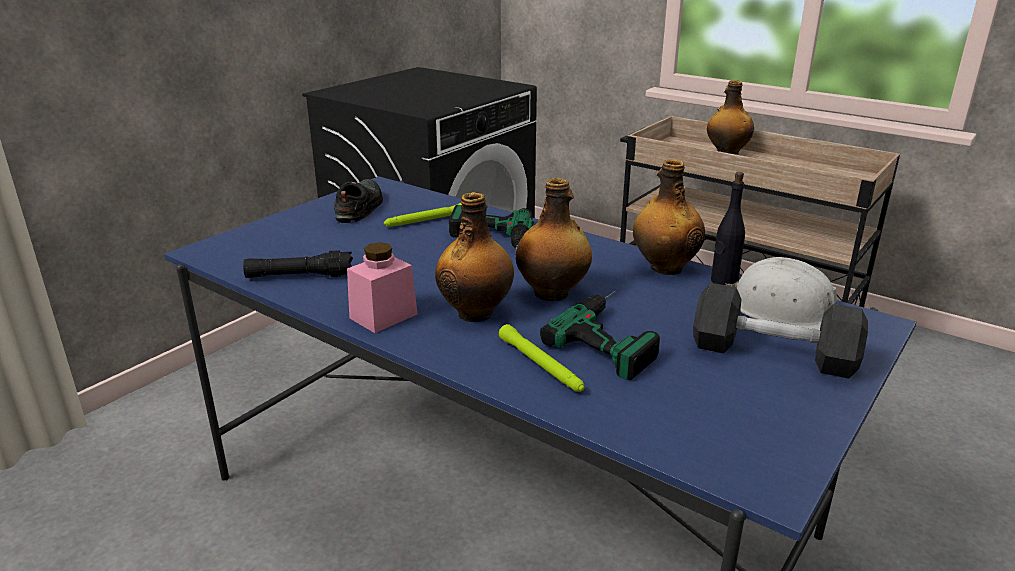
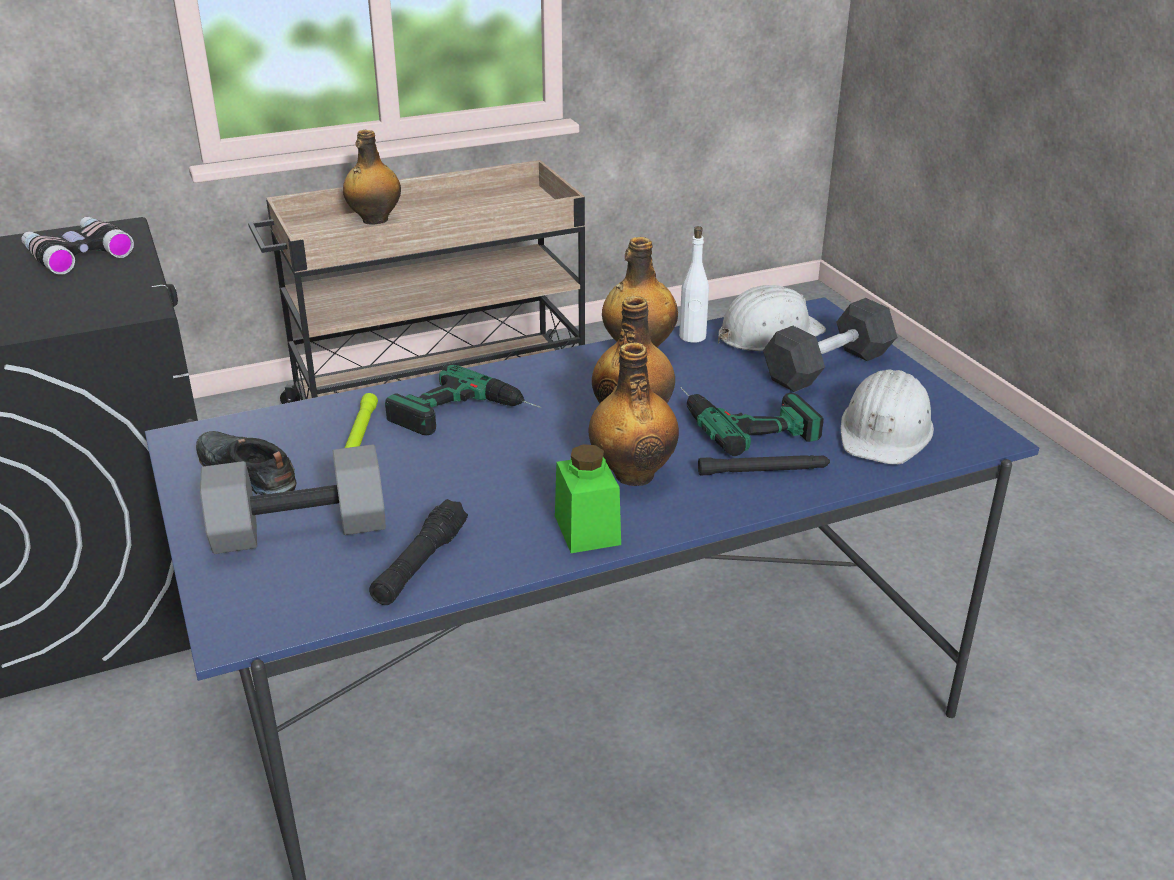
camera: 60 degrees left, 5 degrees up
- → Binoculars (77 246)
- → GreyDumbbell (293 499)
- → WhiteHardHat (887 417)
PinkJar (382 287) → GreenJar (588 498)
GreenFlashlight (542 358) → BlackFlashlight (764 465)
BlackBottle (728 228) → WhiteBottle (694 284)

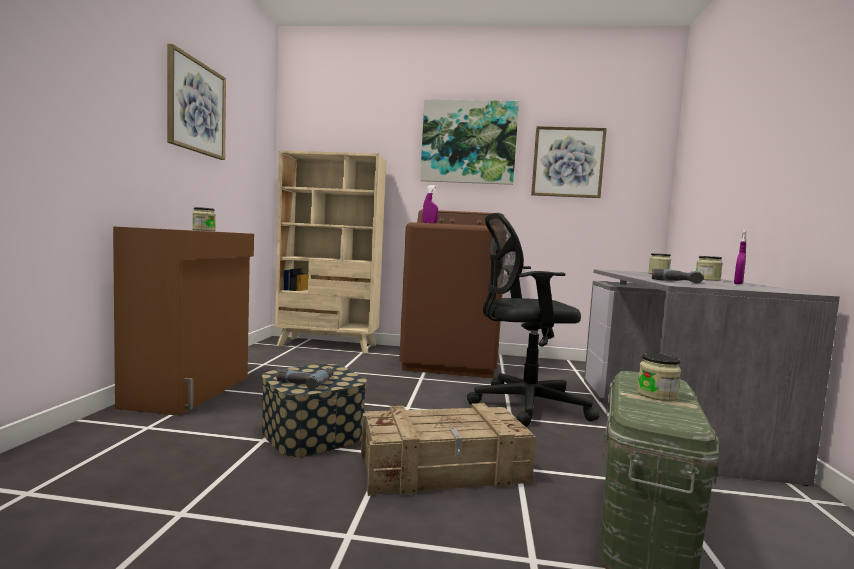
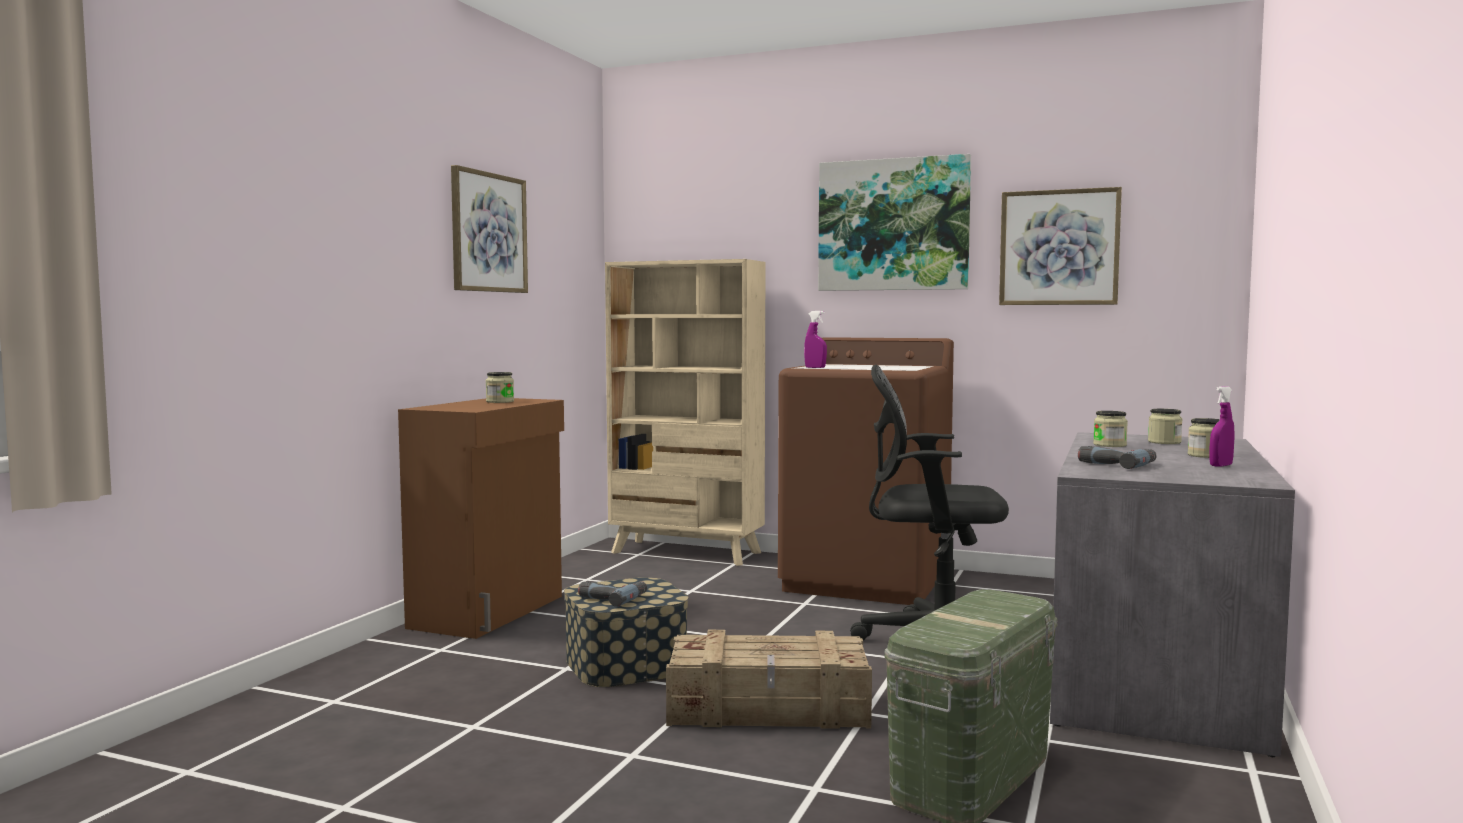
camera: 15 degrees right, 0 degrees up
Jar (659 377) → Jar (1110 429), shifted

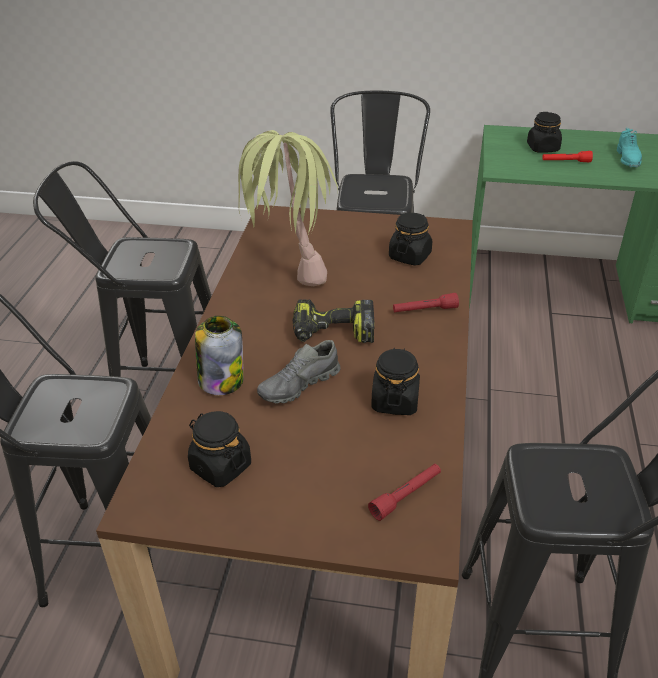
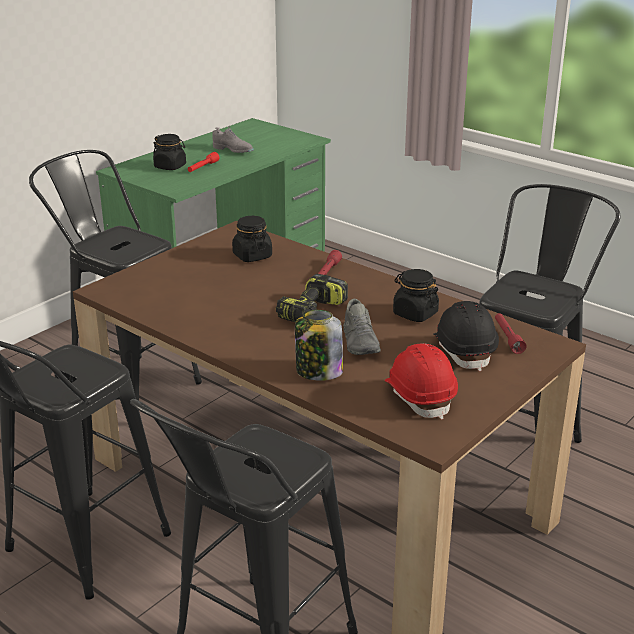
camera: 60 degrees left, 10 degrees down
PottedPlant (288 208) → -
- → BlackHardHat (466 336)
BlackJar (219 449) → RedHardHat (421 382)
TurquoiseShoe (629 148) → GreyShoe (233 139)

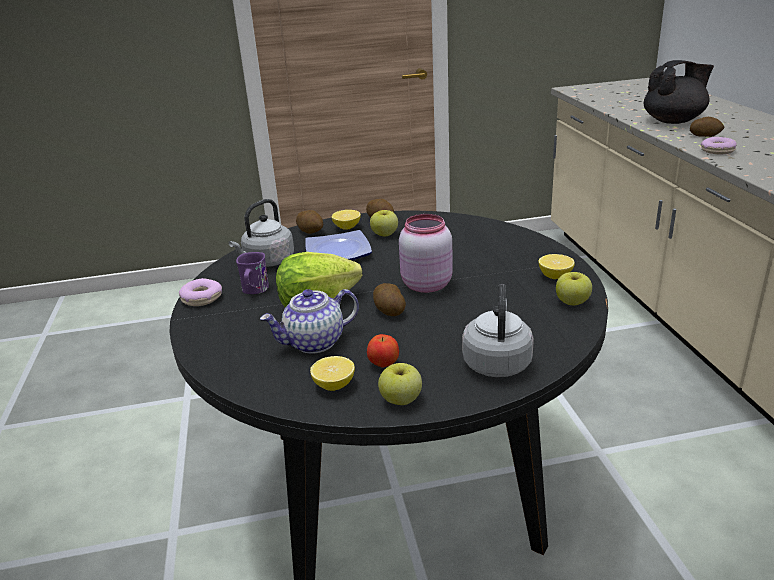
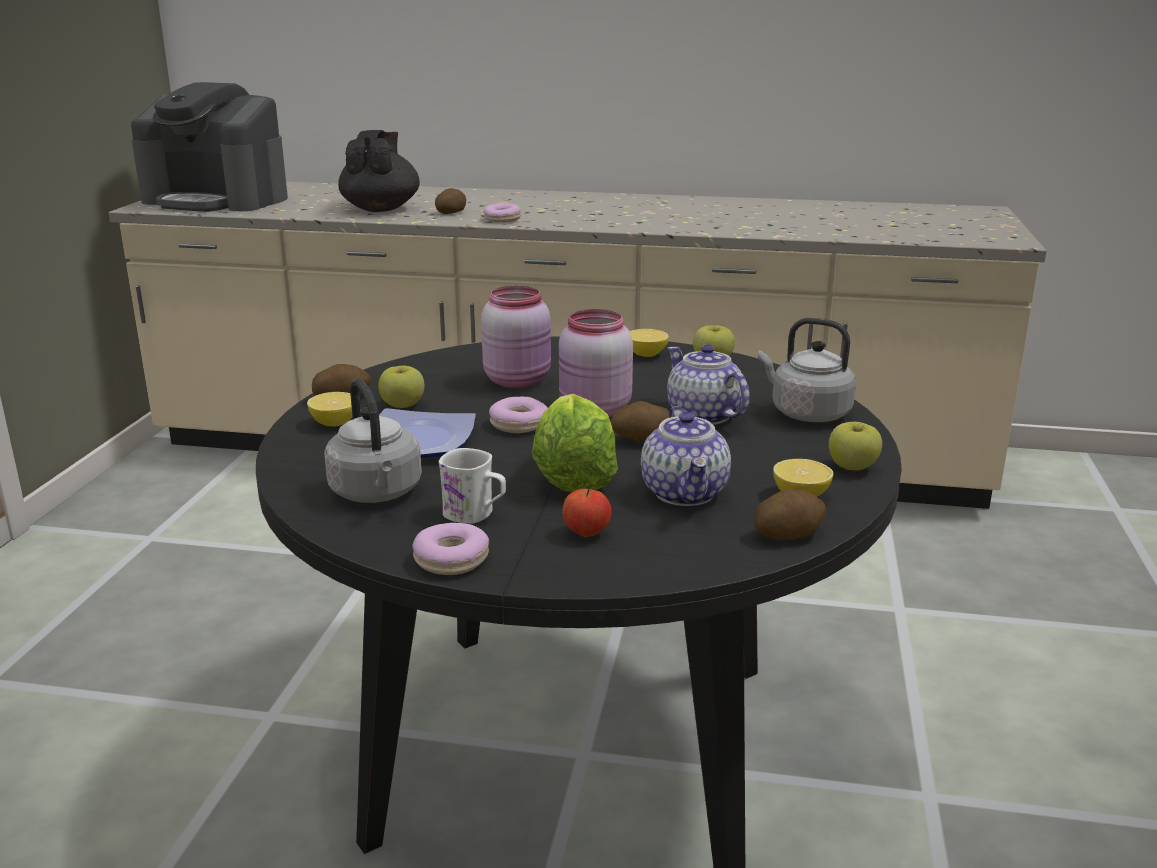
camera: 70 degrees left, 5 degrees down
- → CoffeeMachine (209 147)
- → PinkJar (516 337)
- → Donut (518 414)
- → Teapot (708 384)
Potato (309 222) → Potato (790 515), shifted
Apple (383 351) → Apple (587 512), shifted
PurpleMug (252 273) → WhiteMug (472 486)

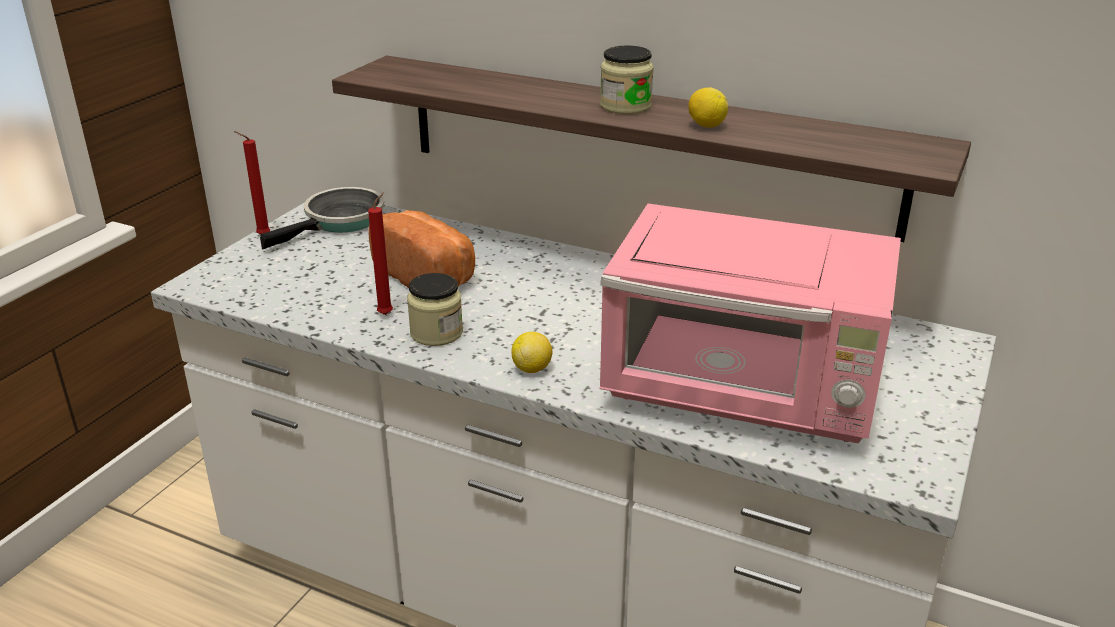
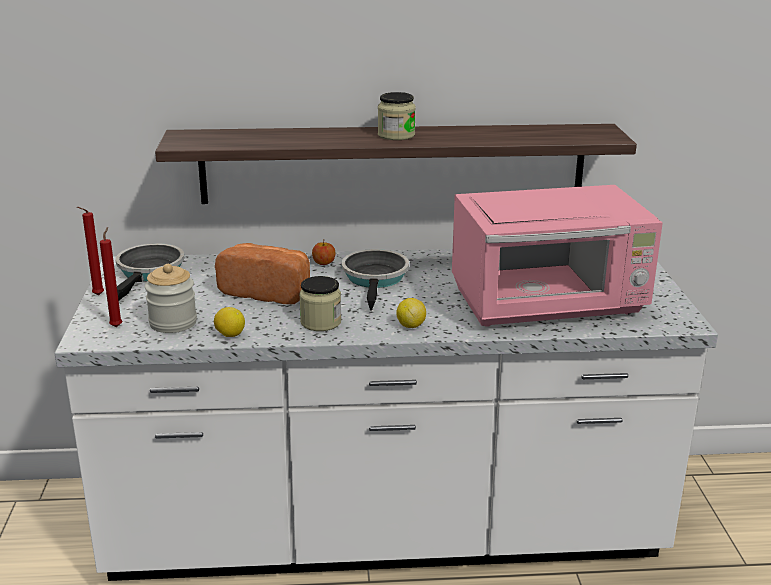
camera: 30 degrees left, 5 degrees down
- → Jar (171 298)
- → Apple (323 253)
- → FryingPan (375 280)
RedCandle (380 253) → RedCandle (111 277), shifted
Lemon (708 107) → Lemon (229 322), shifted

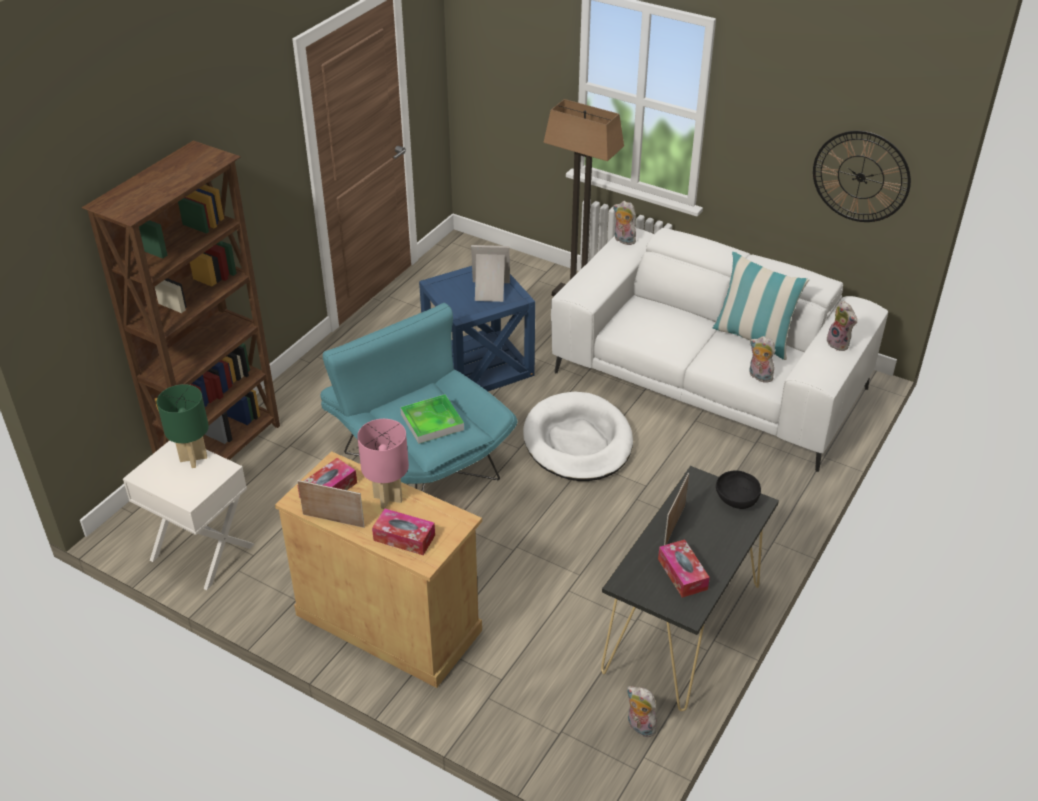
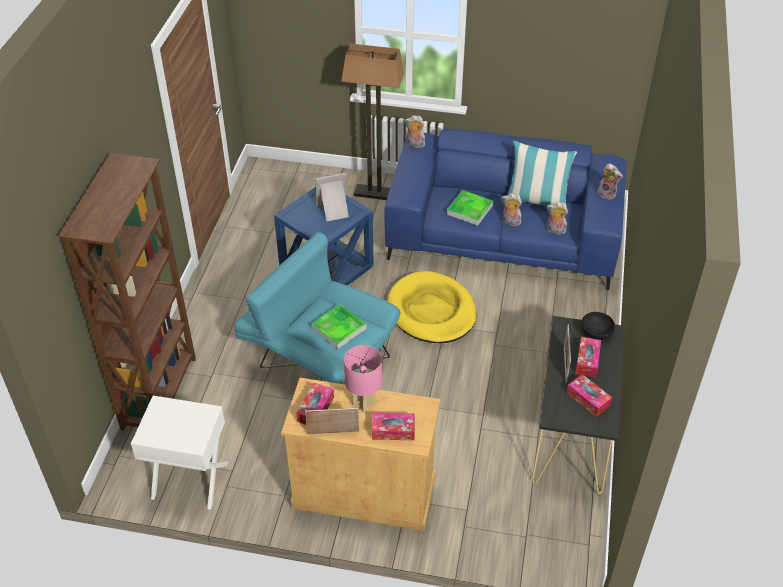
camera: 20 degrees left, 5 degrees up
GreenTableLamp (183 426) → -
WallClock (862 176) → -
- → Tray (470 208)
- → TissueBox (588 357)
PlushToy (642 711) → PlushToy (511 209), shifted
WhiteDogBed (578 436) → YellowDogBed (431 307)
WhiteSofa (719 350) → BlueSofa (505 209)

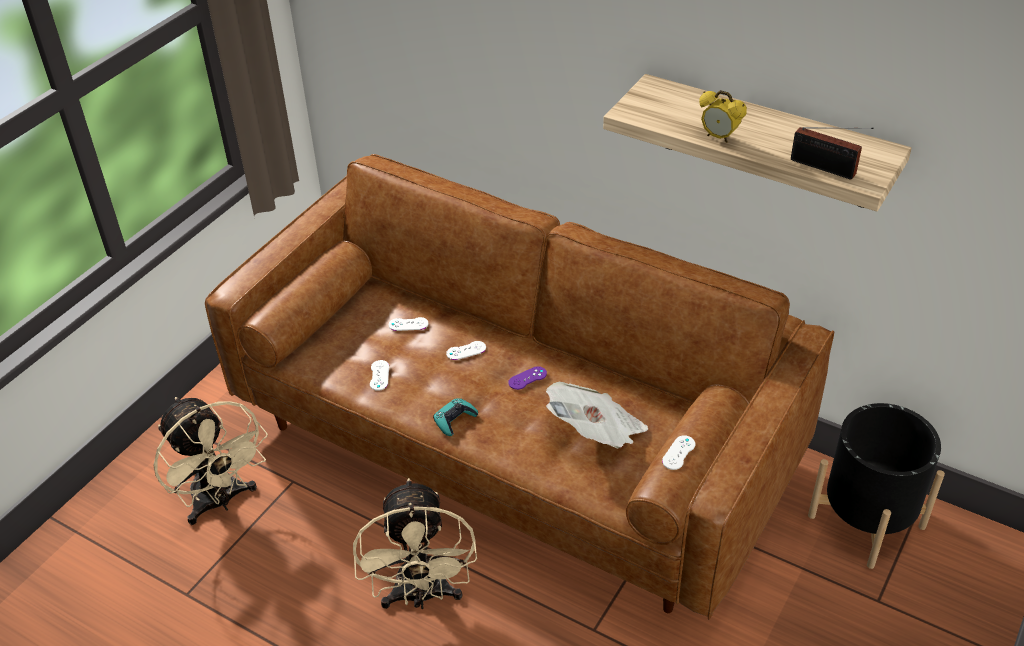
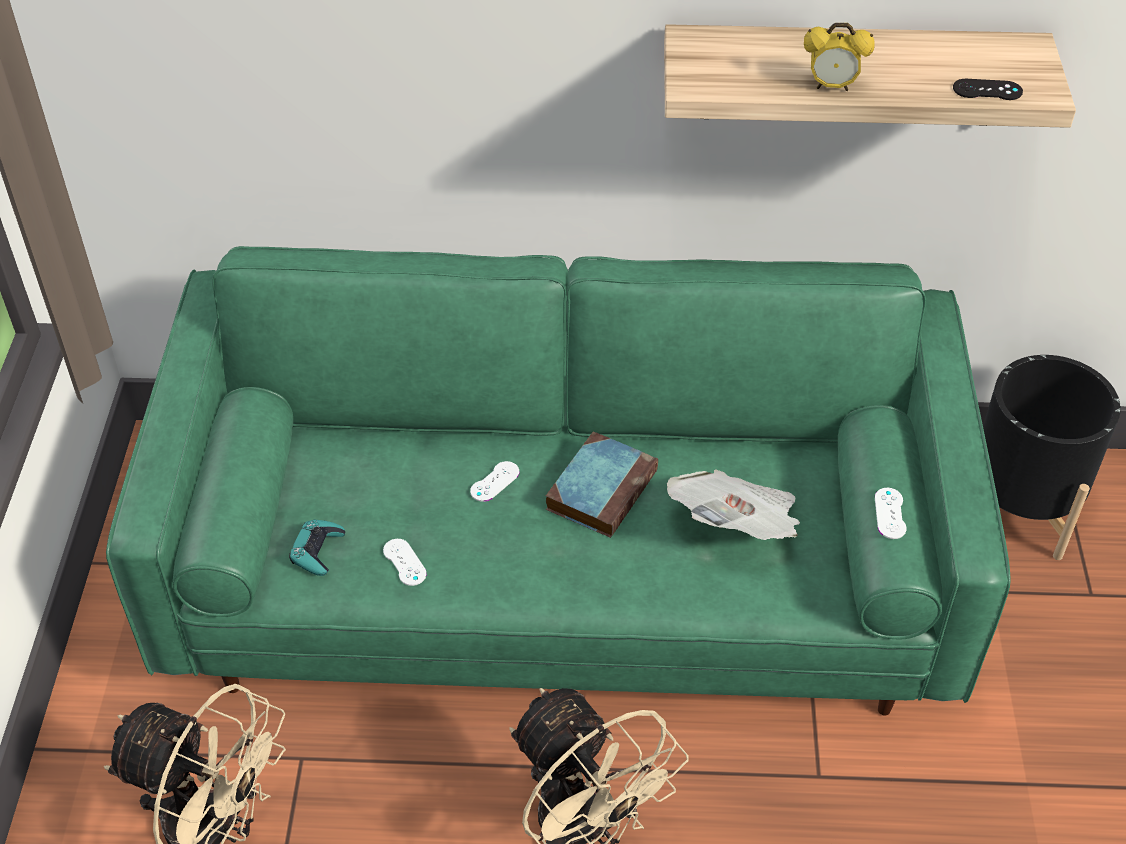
camera: 30 degrees left, 5 degrees up
WhiteGameController (408 324) → -
TurquoiseGameController (455 417) → TurquoiseGameController (317 547), shifted
PurpleGameController (527 378) → Book (602 484)
Radio (832 153) → BlackGameController (988 89)
BrownSofa (519 387) → GreenSofa (558 481)

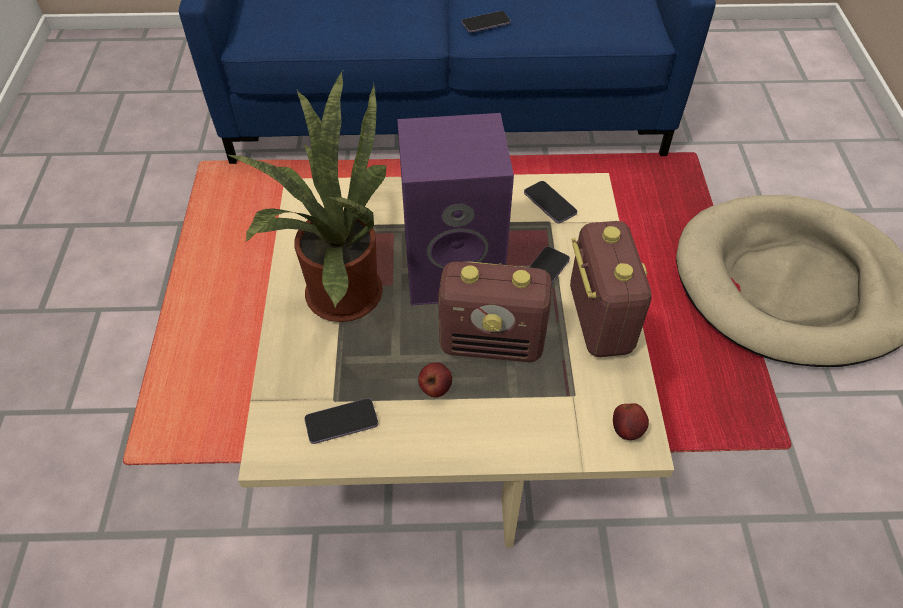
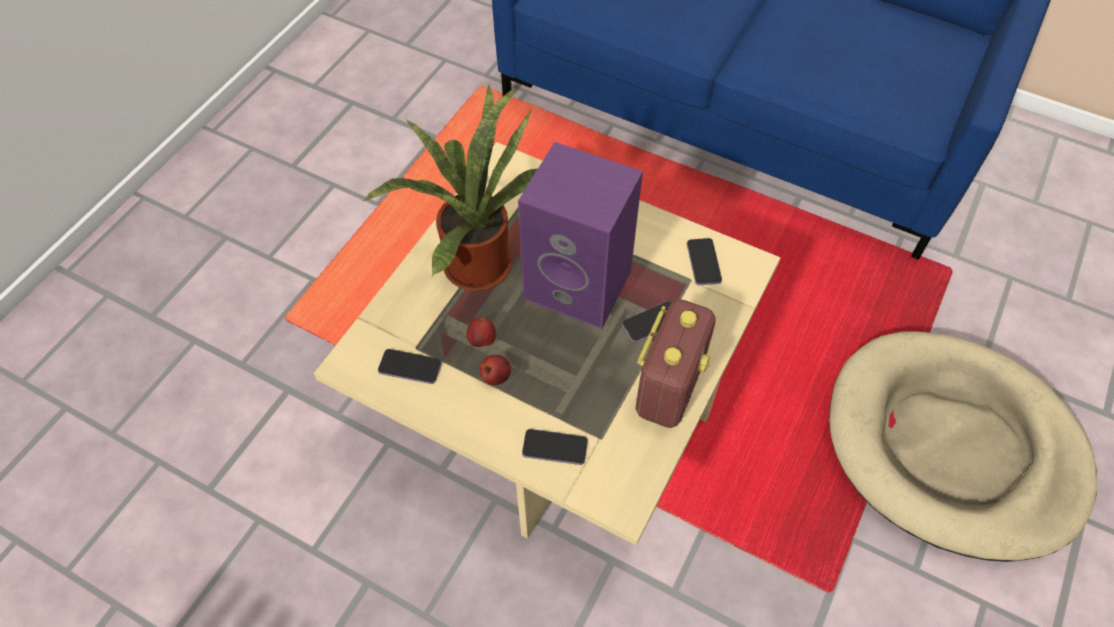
camera: 30 degrees right, 5 degrees up
Radio (495 311) → -
Phone (486 22) → Phone (555 447), shifted
Apple (631 421) → Apple (481 332), shifted

